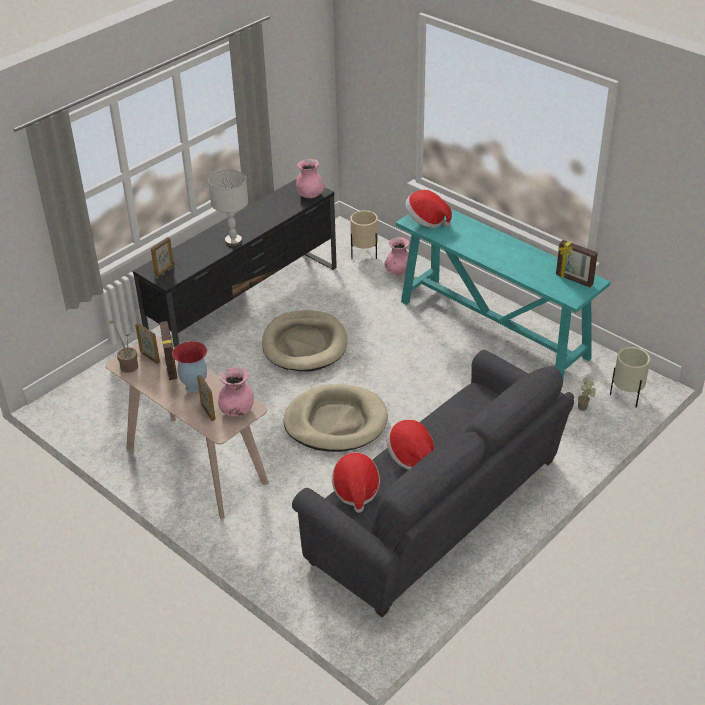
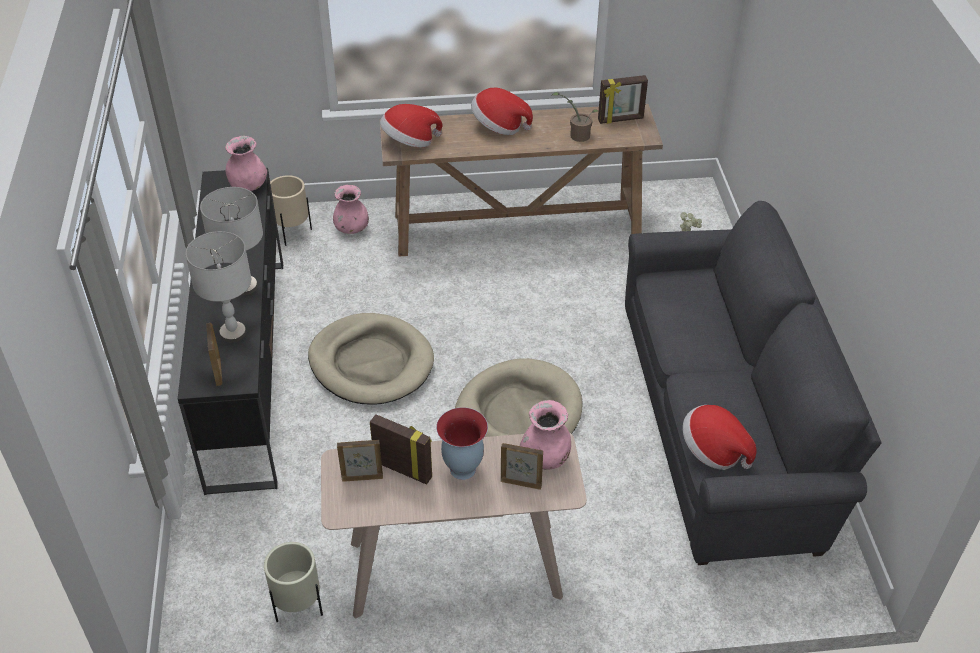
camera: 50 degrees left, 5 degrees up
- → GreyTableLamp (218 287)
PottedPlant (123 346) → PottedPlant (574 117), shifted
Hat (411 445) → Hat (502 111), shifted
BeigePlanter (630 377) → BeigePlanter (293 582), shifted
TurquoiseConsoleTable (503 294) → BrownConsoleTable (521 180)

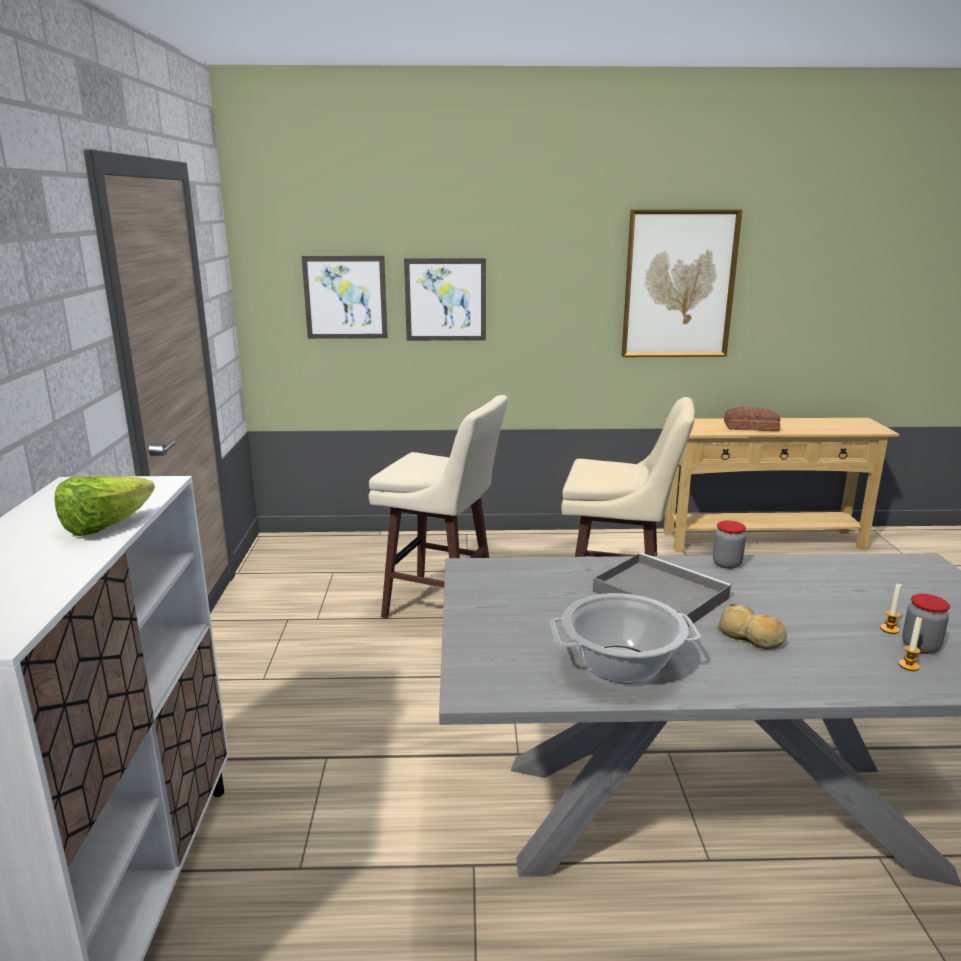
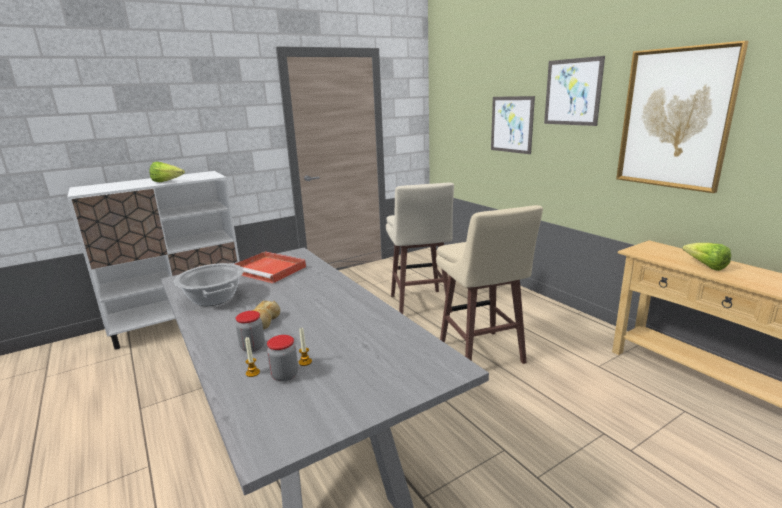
camera: 60 degrees right, 0 degrees up
GreyTray (662 590) → -
- → RedTray (270 267)
Picture (345 297) → Picture (574 91), shifted
Jar (729 545) → Jar (250 331), shifted
Bread (752 419) → Lettuce (706 257)

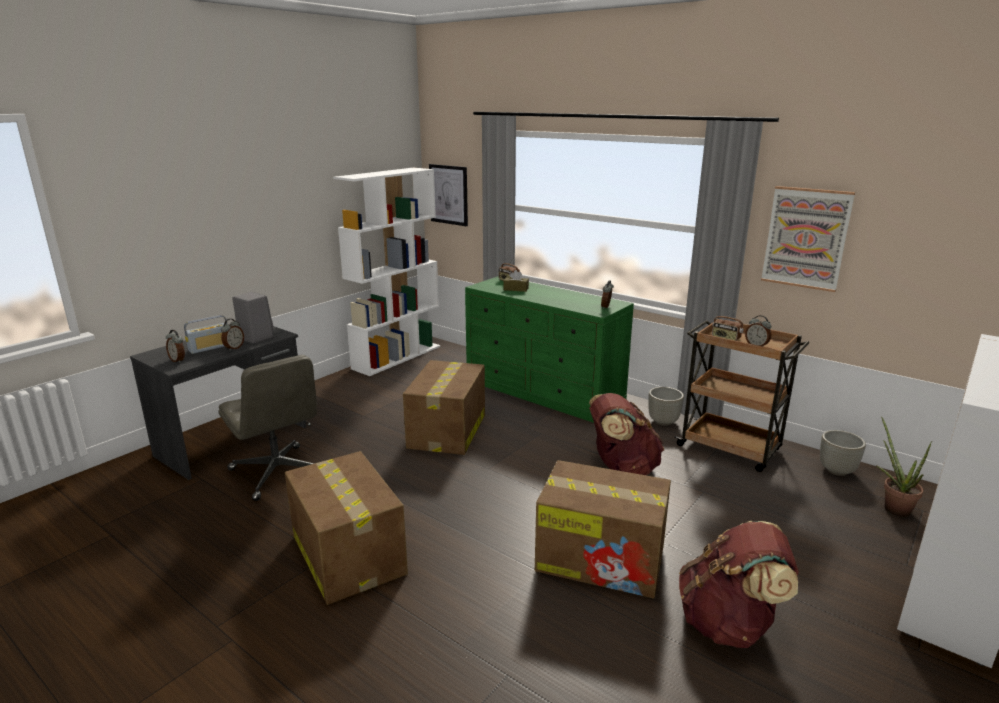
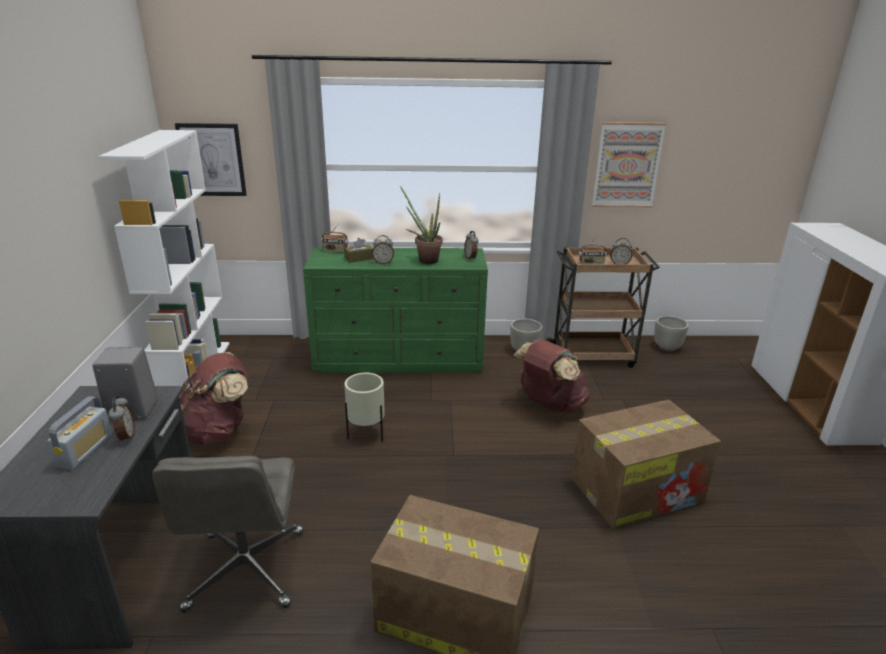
camera: 40 degrees left, 5 degrees up
AlarmClock (175 346) → AlarmClock (383 249), shifted
BrownBackpack (739 584) → BrownBackpack (213 398), shifted
PottedPlant (904 466) → PottedPlant (421 225), shifted
CardboardBox (444 407) → BeigePlanter (365 407)
GreyOfficeChair (268 428) → GreyOfficeChair (228 534), 75 degrees clockwise

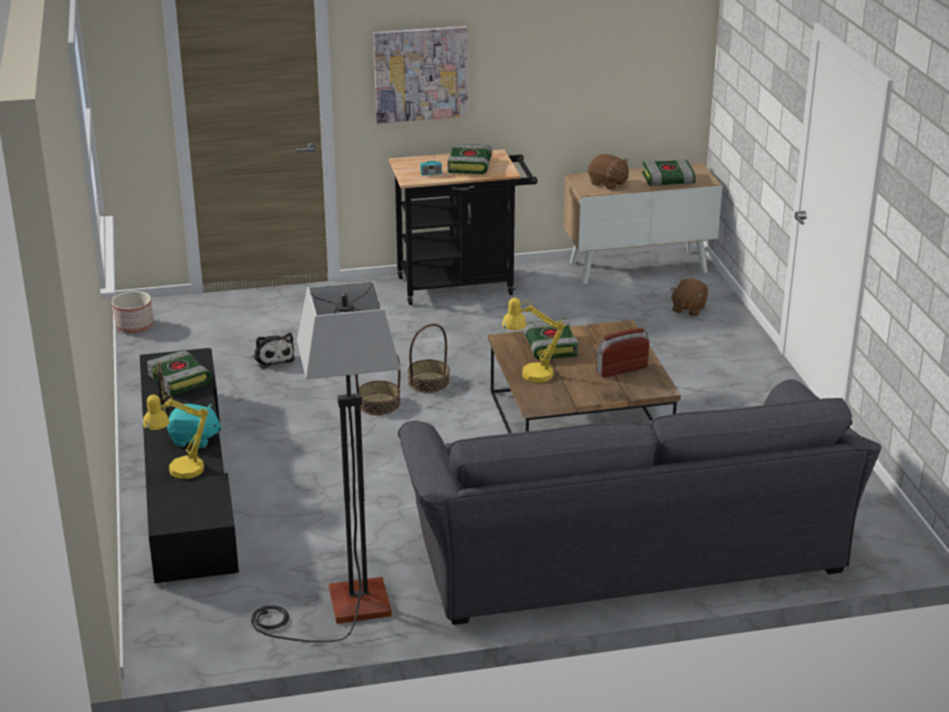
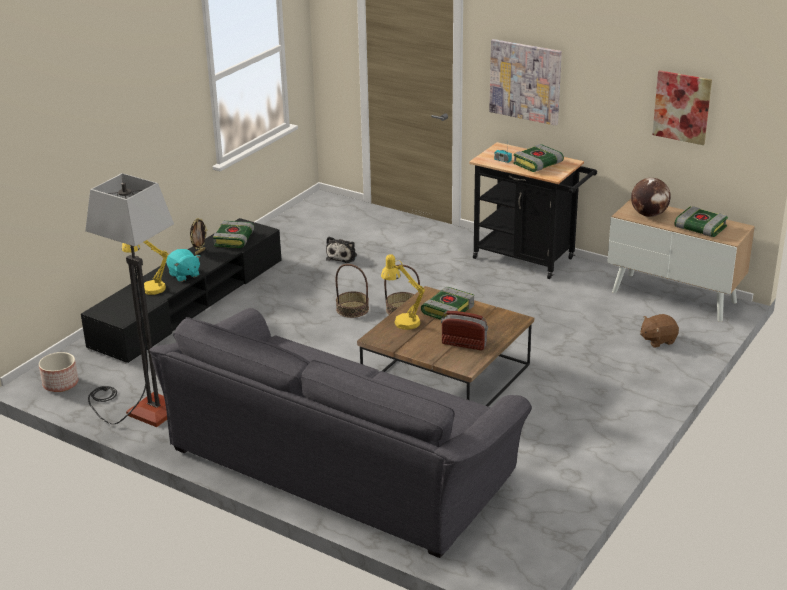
camera: 45 degrees right, 0 degrees up
- → Picture (682 107)
Planter (133 312) → Planter (58 372), shifted
BrownPlushToy (608 172) → Globe (651 197)

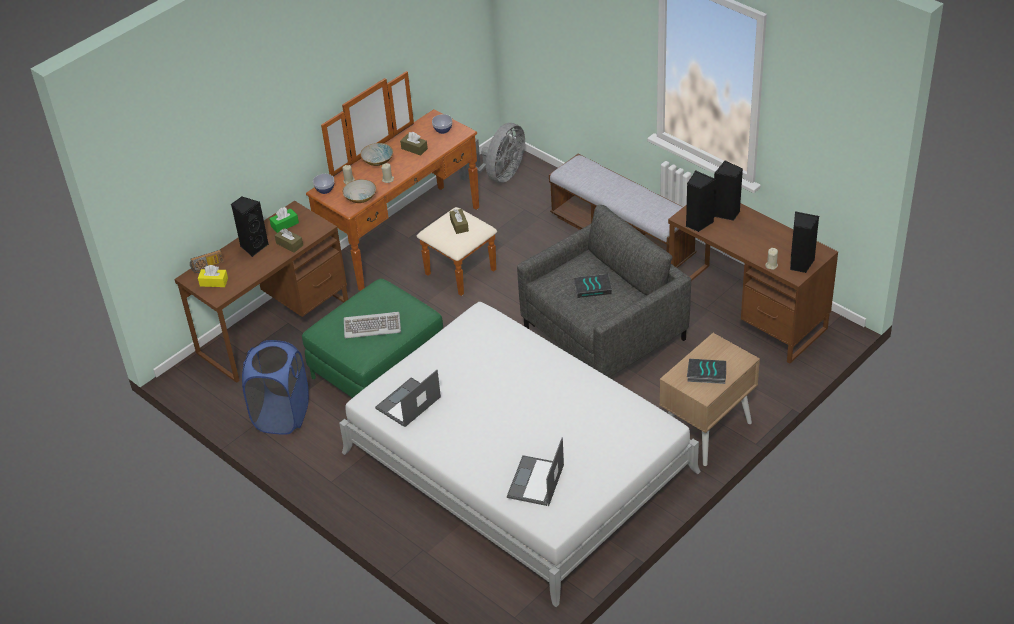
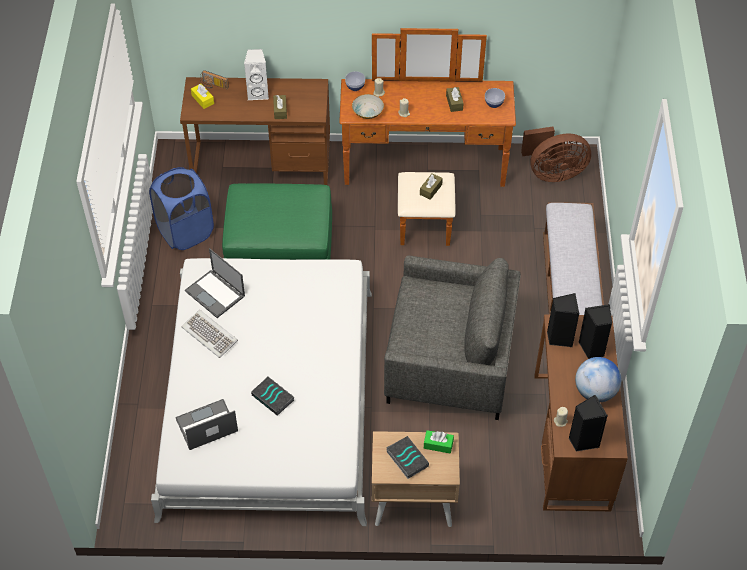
camera: 45 degrees right, 10 degrees up
Bowl (376 154) → -
- → Globe (598 379)
GreenTissueBox (284 220) → GreenTissueBox (439 442), shifted
Keyboard (372 325) → Keyboard (210 334), shifted
Book (593 286) → Book (272 396), shifted
BlackSpeaker (250 226) → WhiteSpeaker (256 74)
GreyFan (492 153) → BrownFan (556 154)
Laptop (408 398) → Laptop (215 283), 135 degrees counterclockwise

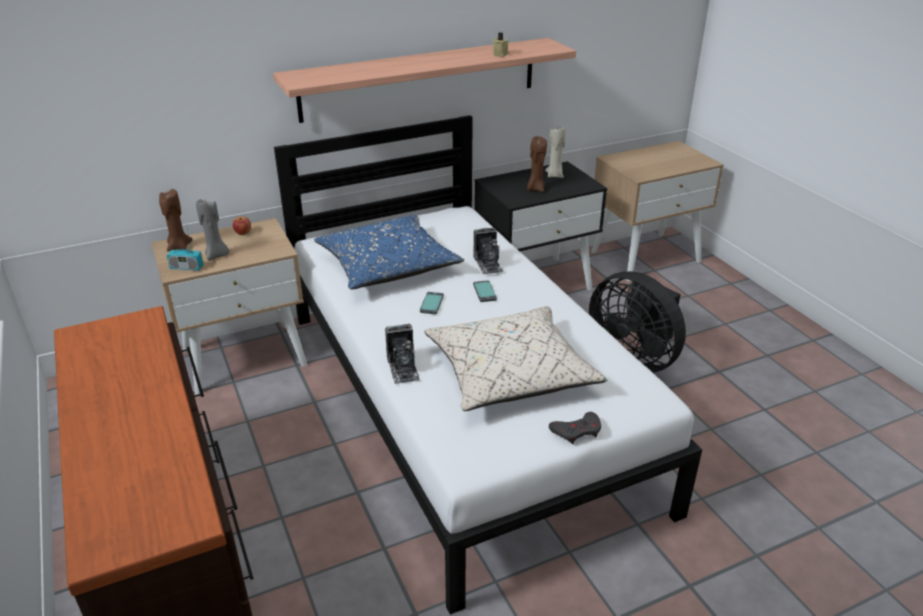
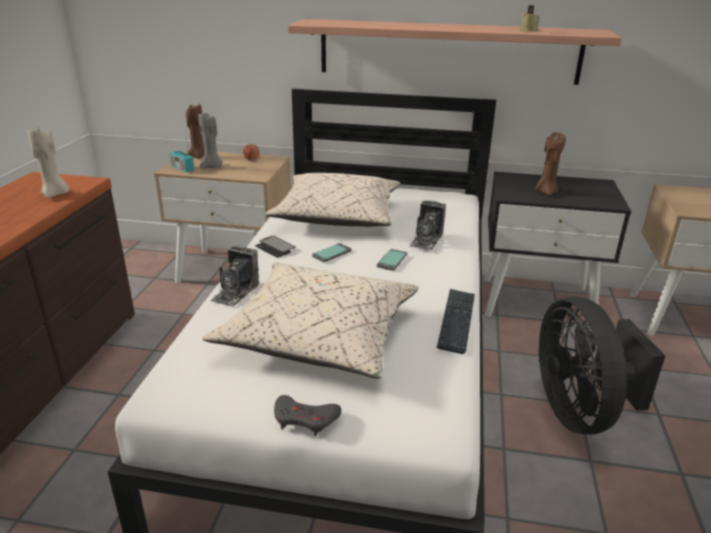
camera: 35 degrees right, 5 degrees down
- → Phone (275 247)
- → Keyboard (456 321)
BeigeCandle (555 152) → BeigeCandle (48 162), shifted
BluePillow (389 252) → BeigePillow (332 200)

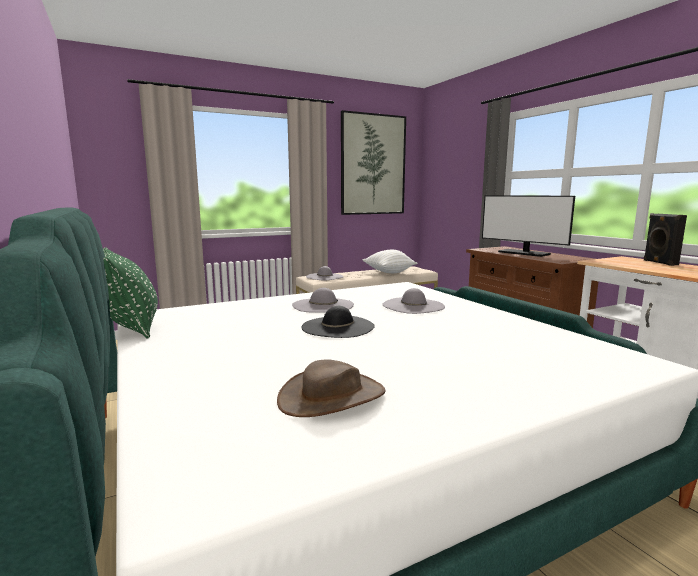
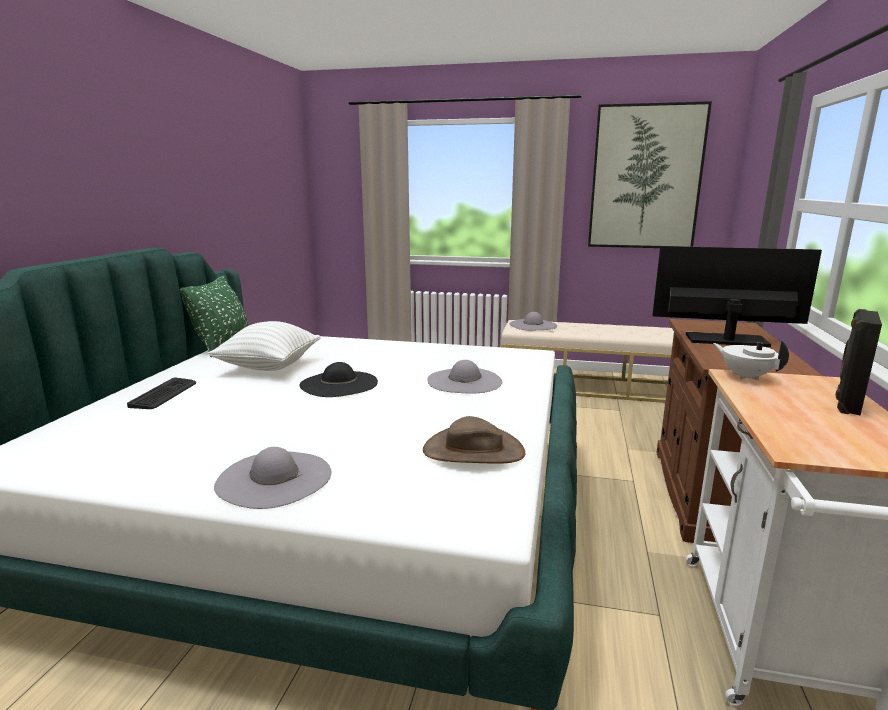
camera: 40 degrees right, 5 degrees up
- → Keyboard (161 393)
- → WhiteTeapot (751 360)
BrownHat (331 388) → BrownHat (474 440), shifted
GreyHat (323 300) → GreyHat (272 478), shifted
WhitePillow (390 261) → WhitePillow (264 346), shifted
Monitor (528 226) → Monitor (737 296), 105 degrees clockwise

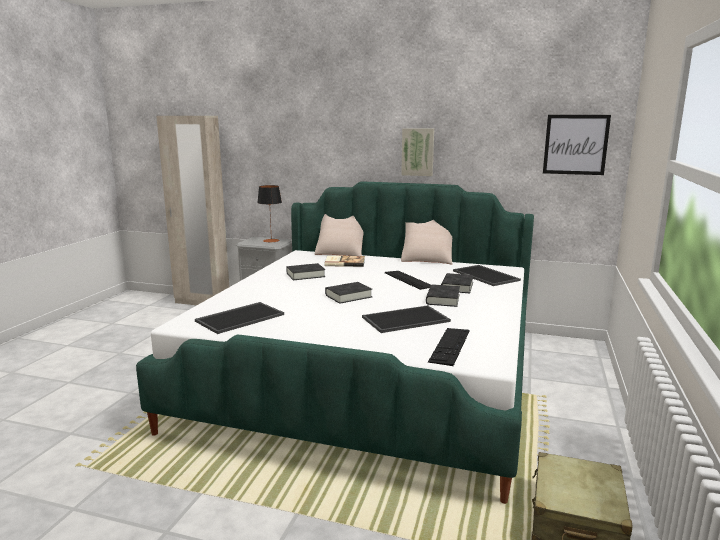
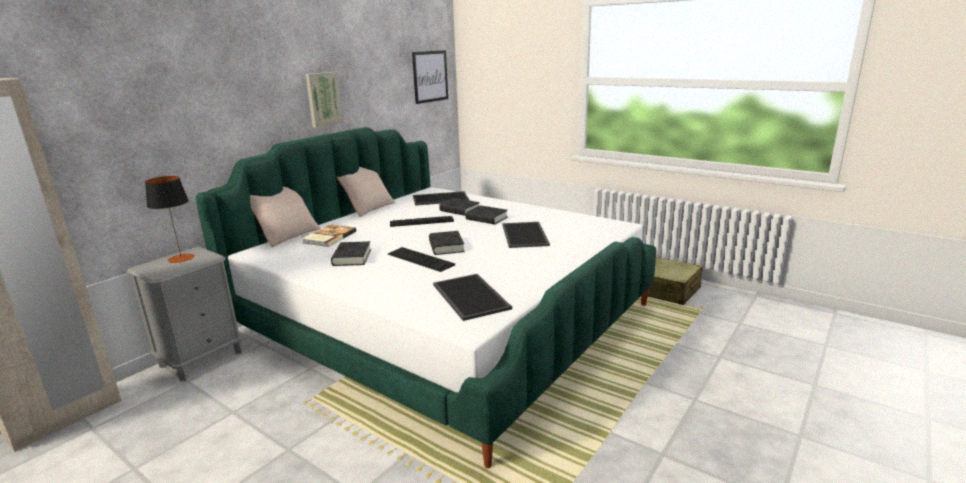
camera: 70 degrees left, 5 degrees up
Keyboard (448 347) → Keyboard (421 259), shifted

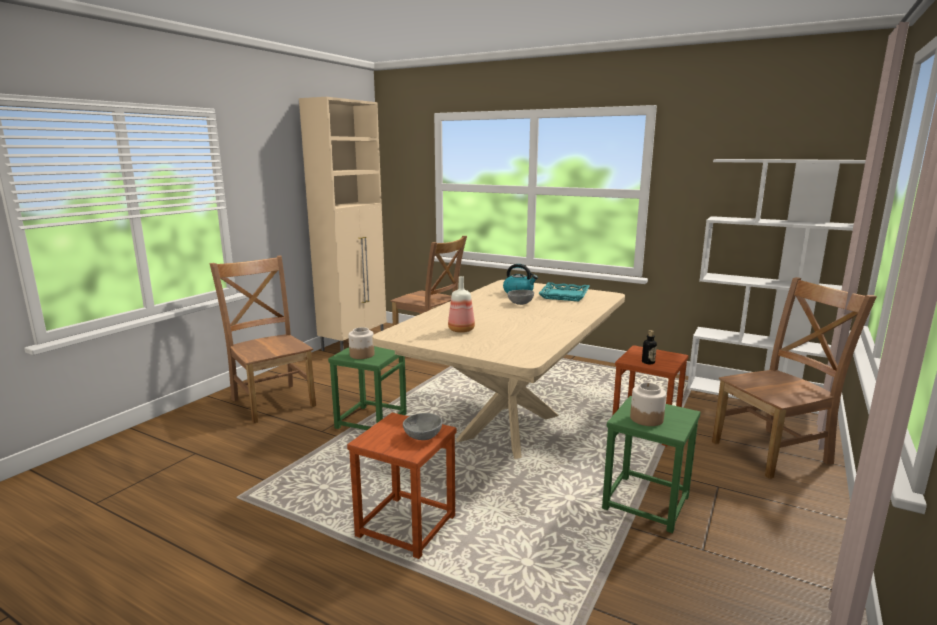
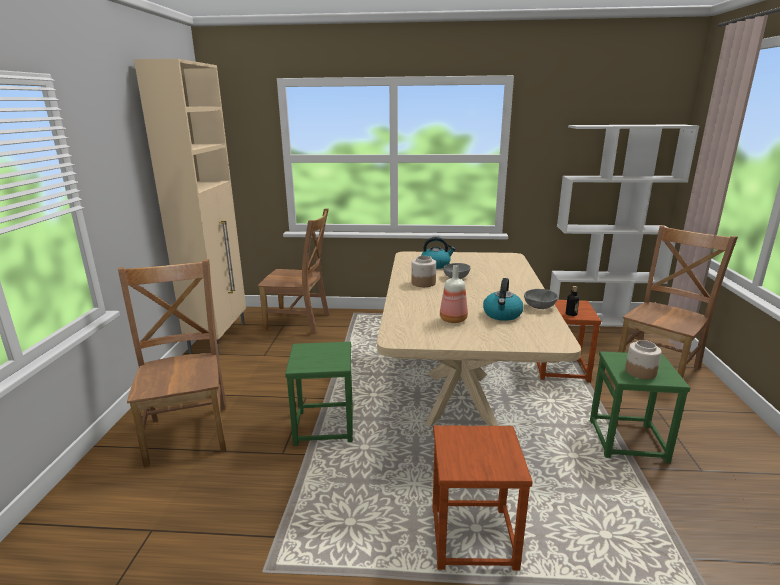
camera: 25 degrees left, 5 degrees up
TurquoiseTray (564 291) → -
- → Kettle (503 299)
Jar (361 343) → Jar (423 271), shifted
GreyBowl (422 426) → GreyBowl (541 299), shifted
BrownChair (263 339) → BrownChair (172 363), 45 degrees clockwise

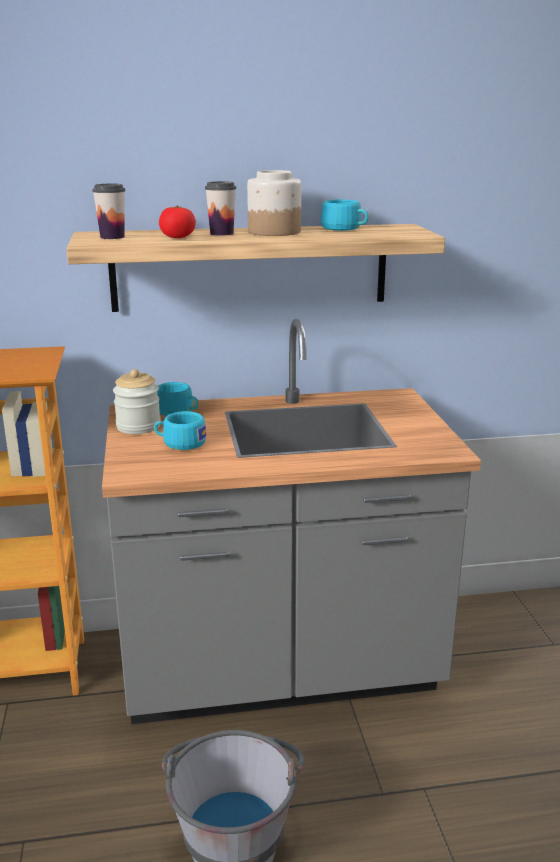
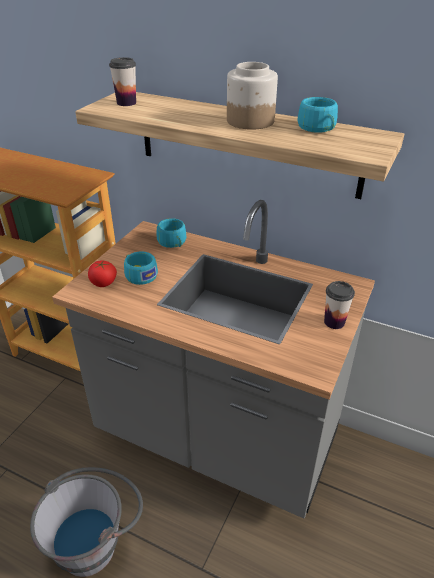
camera: 35 degrees right, 15 degrees up
Jar (137 401) → -
Tomato (177 222) → Tomato (102 273), shifted
Cup (220 208) → Cup (339 305), shifted

